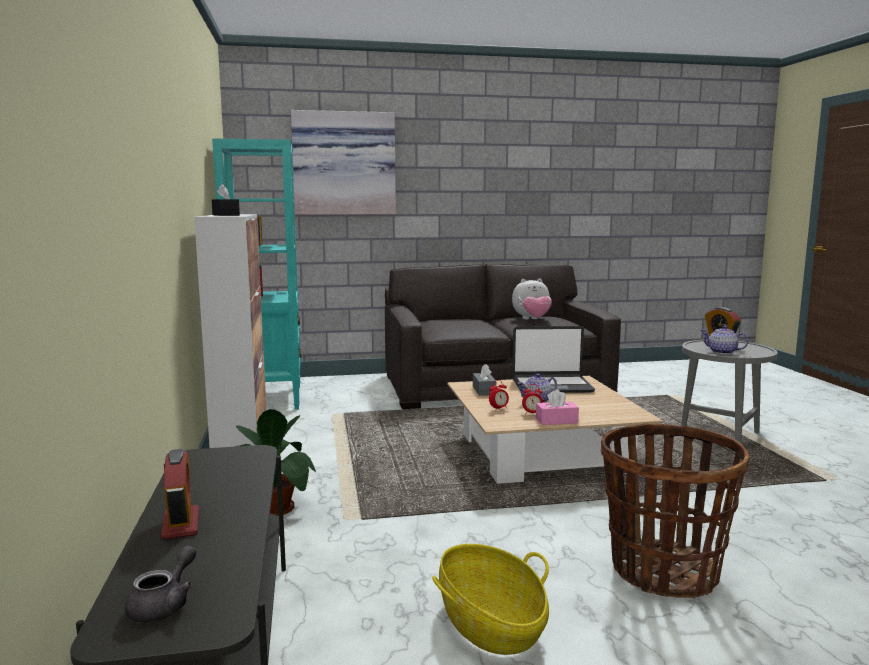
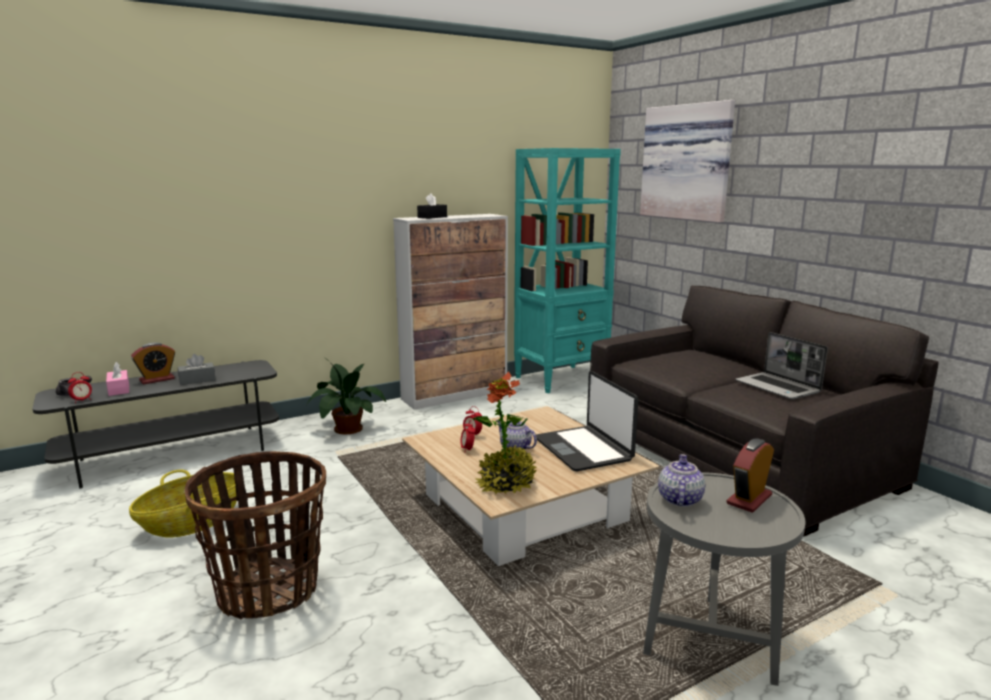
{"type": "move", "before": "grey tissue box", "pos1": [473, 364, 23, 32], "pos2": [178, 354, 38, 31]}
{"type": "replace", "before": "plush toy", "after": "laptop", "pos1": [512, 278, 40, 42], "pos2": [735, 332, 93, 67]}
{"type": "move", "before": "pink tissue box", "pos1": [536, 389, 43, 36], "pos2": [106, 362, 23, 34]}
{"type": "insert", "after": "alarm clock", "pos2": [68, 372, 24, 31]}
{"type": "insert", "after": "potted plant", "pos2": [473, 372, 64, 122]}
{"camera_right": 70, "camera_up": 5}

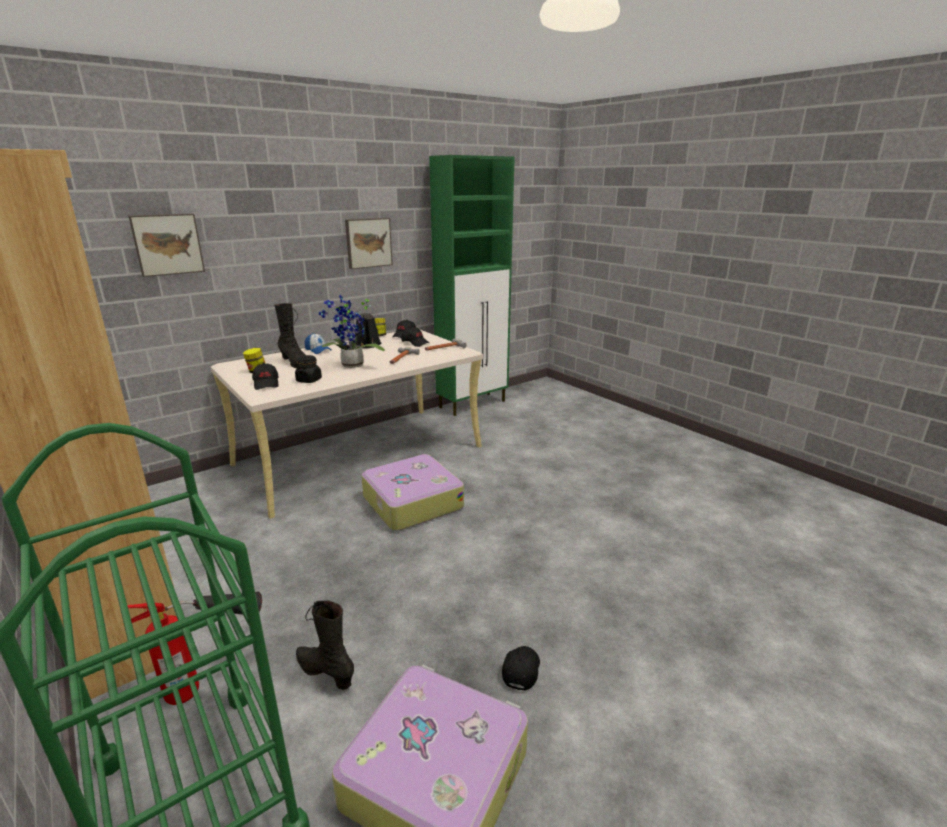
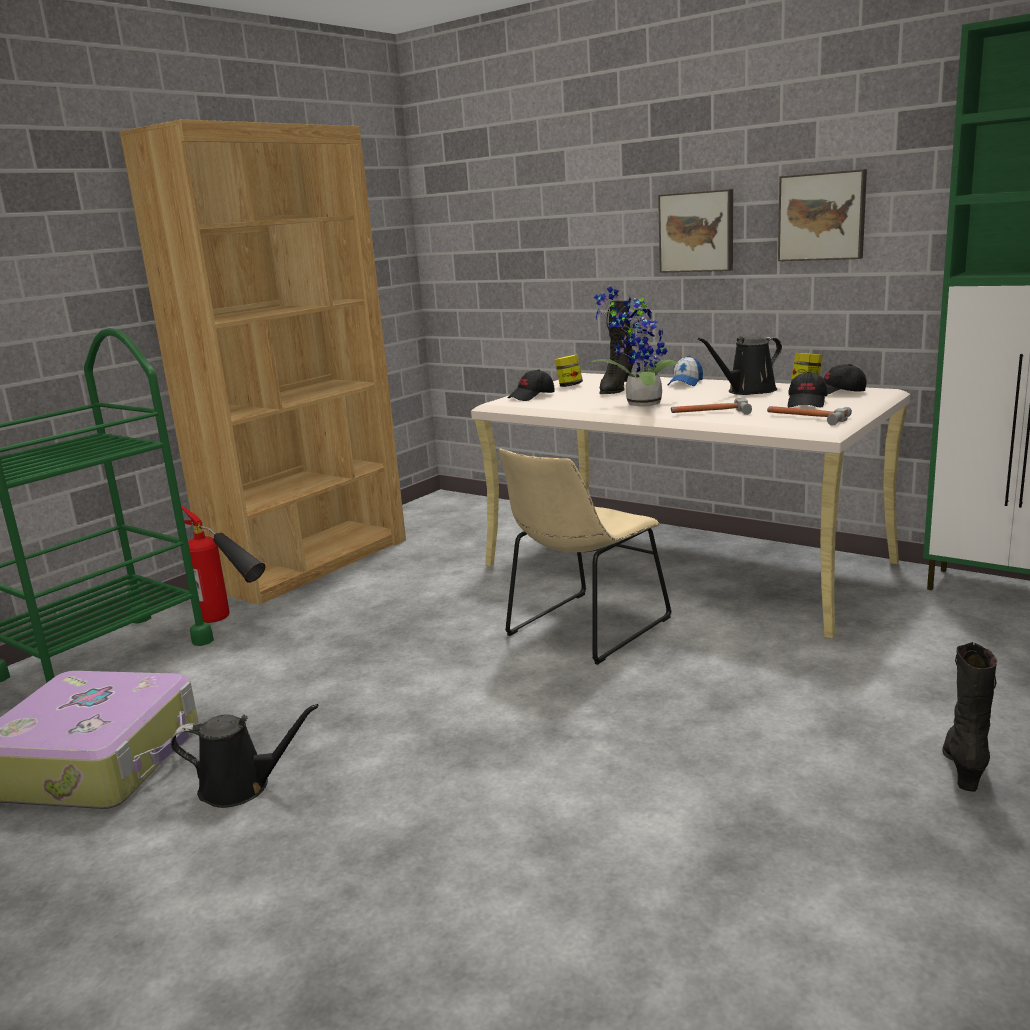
{"type": "move", "before": "picture", "pos1": [129, 213, 76, 64], "pos2": [658, 189, 75, 84]}
{"type": "delete", "before": "black jar", "pos1": [295, 355, 27, 28]}
{"type": "move", "before": "black boot", "pos1": [296, 600, 58, 90], "pos2": [942, 642, 55, 150]}
{"type": "replace", "before": "suitcase", "after": "beige chair", "pos1": [361, 454, 103, 77], "pos2": [499, 448, 173, 217]}
{"type": "replace", "before": "black cap", "after": "black watering can", "pos1": [502, 646, 38, 45], "pos2": [170, 704, 149, 104]}
{"camera_right": 75, "camera_up": -5}

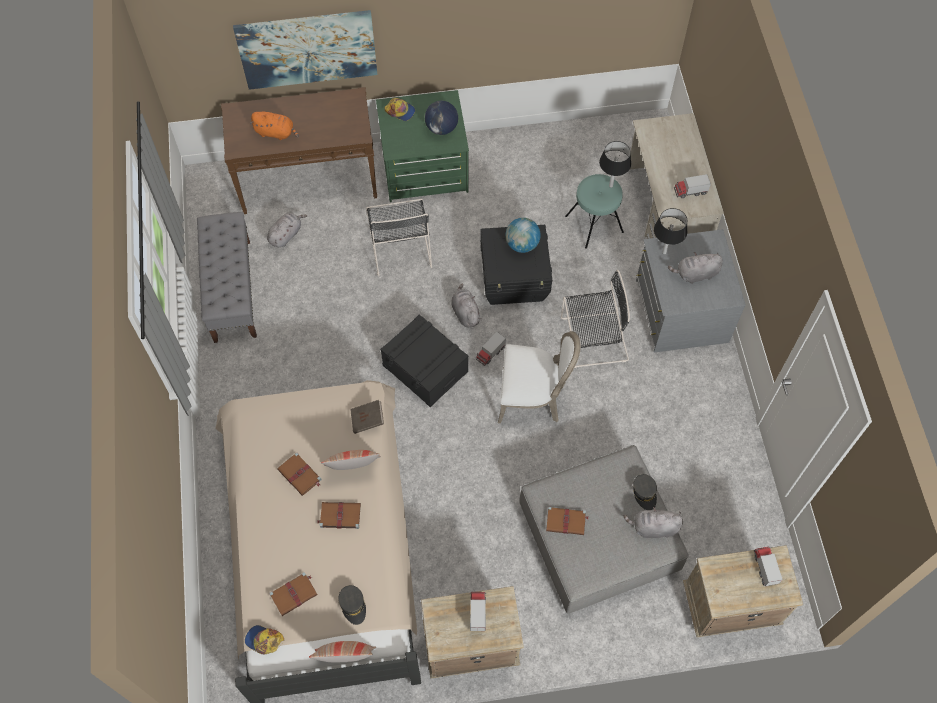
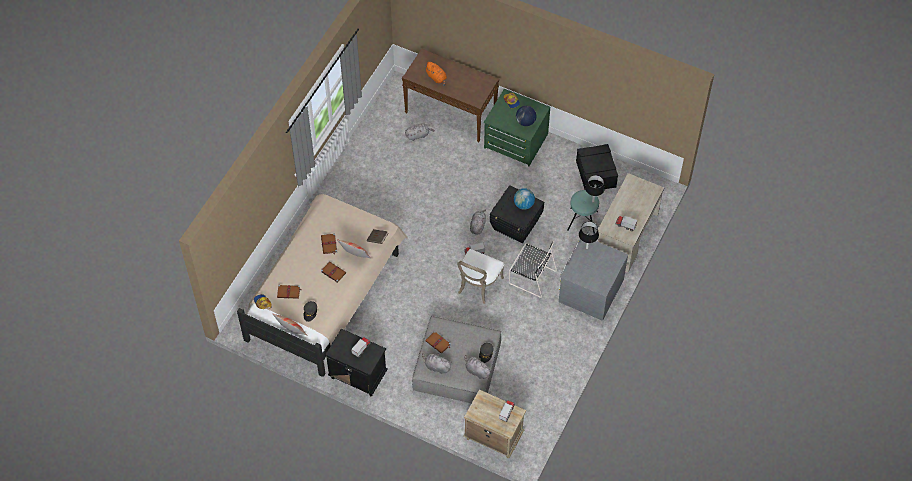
{"type": "delete", "before": "grey bench", "pos1": [197, 212, 60, 131]}
{"type": "delete", "before": "picture", "pos1": [233, 10, 144, 80]}
{"type": "delete", "before": "black chair", "pos1": [366, 199, 66, 77]}
{"type": "move", "before": "black storage box", "pos1": [380, 315, 89, 92], "pos2": [576, 144, 42, 46]}
{"type": "recolor", "before": "beige nightstand", "after": "black nightstand", "pos1": [421, 586, 103, 93], "pos2": [325, 328, 63, 69]}
{"type": "rotate", "before": "white chair", "pos1": [498, 331, 83, 92], "pos2": [457, 249, 47, 55], "turn": 75}
{"type": "move", "before": "grey plush toy", "pos1": [668, 252, 55, 32], "pos2": [422, 353, 30, 21]}
{"camera_right": 35, "camera_up": -5}

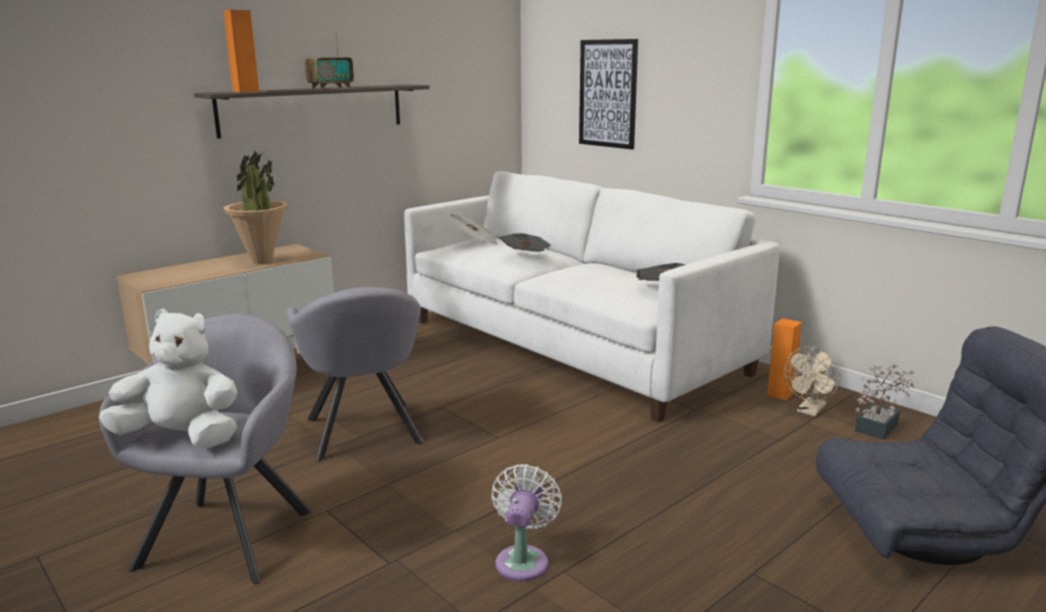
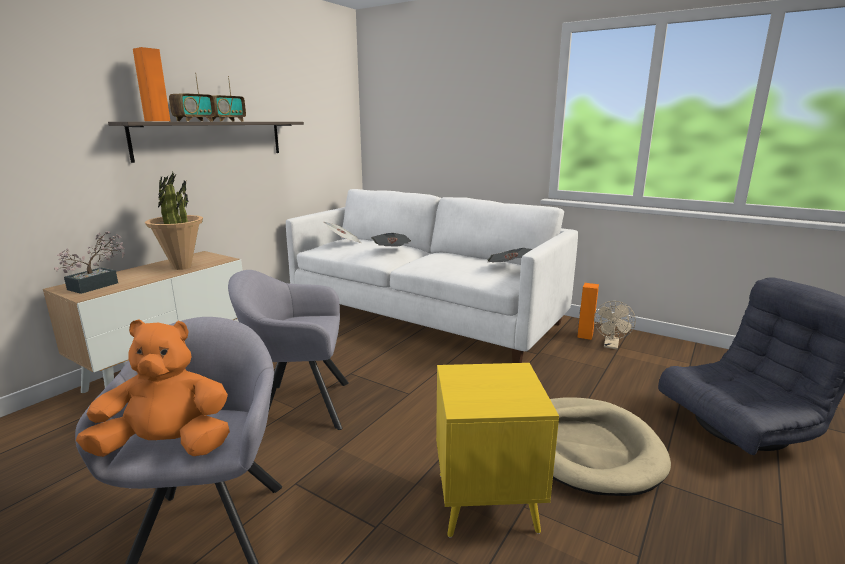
{"type": "recolor", "before": "white plush toy", "after": "orange plush toy", "pos1": [99, 309, 138, 139], "pos2": [75, 319, 155, 138]}
{"type": "rotate", "before": "grey armchair", "pos1": [286, 287, 138, 175], "pos2": [228, 270, 121, 160], "turn": 120}
{"type": "replace", "before": "white fan", "after": "yellow side table", "pos1": [491, 464, 71, 117], "pos2": [436, 363, 123, 175]}
{"type": "delete", "before": "picture", "pos1": [579, 39, 59, 110]}
{"type": "move", "before": "potted plant", "pos1": [855, 364, 60, 76], "pos2": [54, 231, 71, 63]}
{"type": "insert", "after": "radio", "pos2": [169, 73, 46, 48]}
{"type": "insert", "after": "beige dog bed", "pos2": [550, 397, 121, 99]}
{"camera_right": -15, "camera_up": 0}

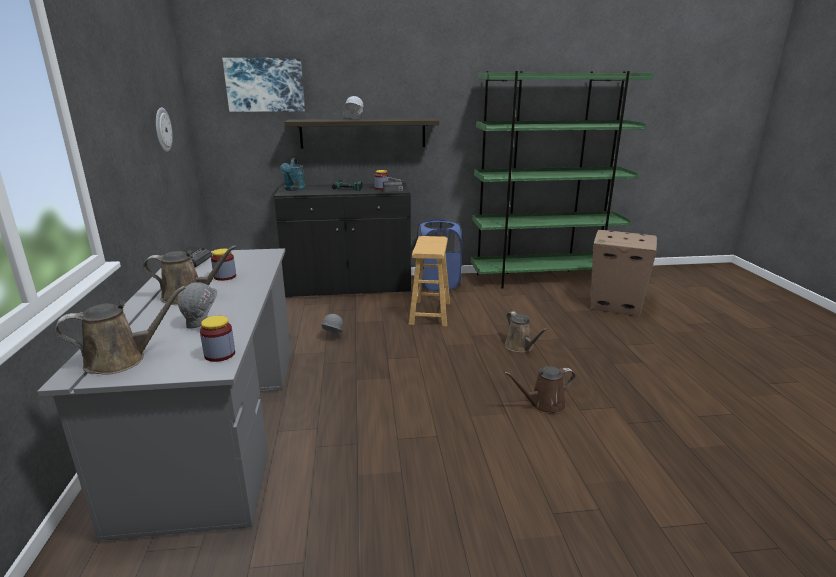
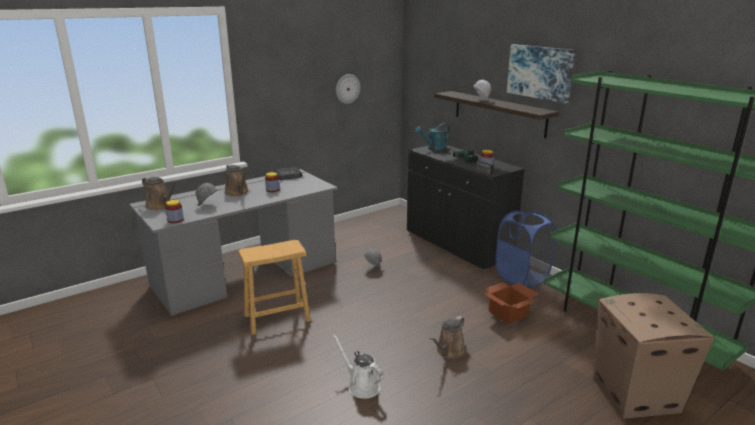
{"type": "move", "before": "picture", "pos1": [222, 58, 83, 54], "pos2": [507, 44, 68, 59]}
{"type": "move", "before": "brown stool", "pos1": [409, 236, 41, 91], "pos2": [238, 240, 73, 95]}
{"type": "recolor", "before": "brown watering can", "after": "white watering can", "pos1": [504, 366, 72, 48], "pos2": [332, 334, 52, 65]}
{"type": "insert", "after": "cardboard box", "pos2": [481, 282, 58, 42]}
{"camera_right": 60, "camera_up": 0}

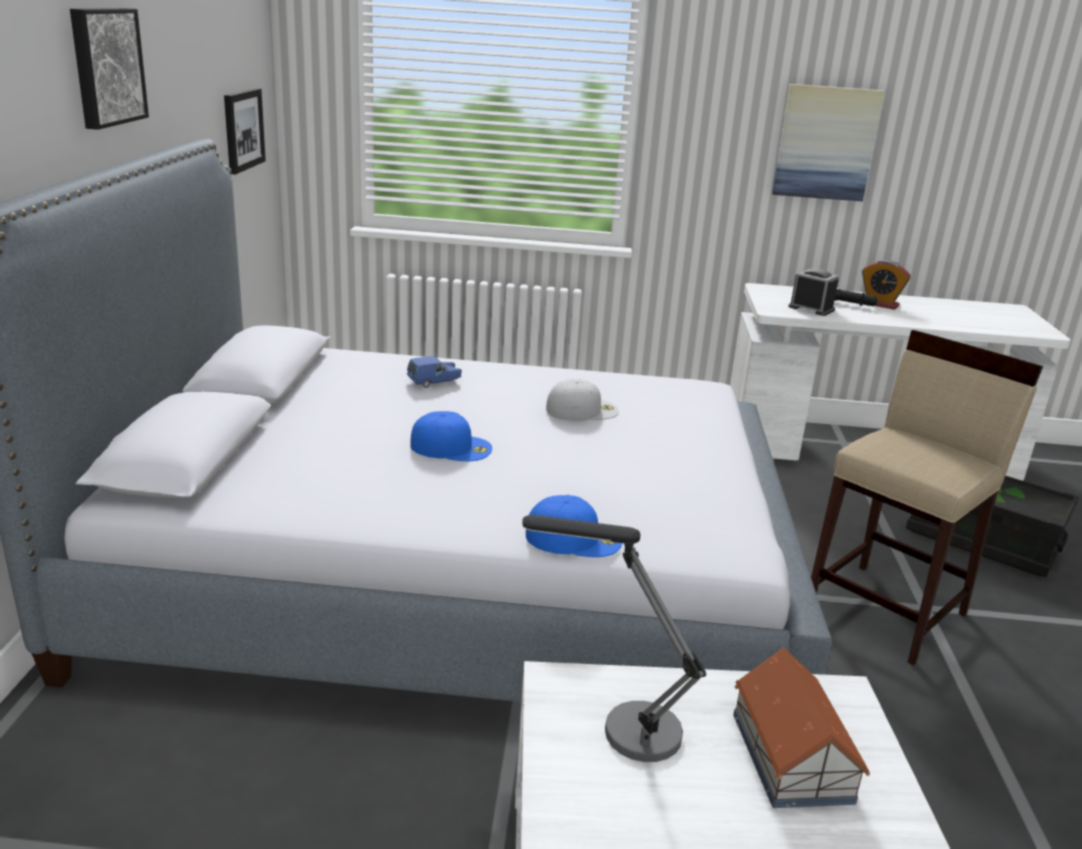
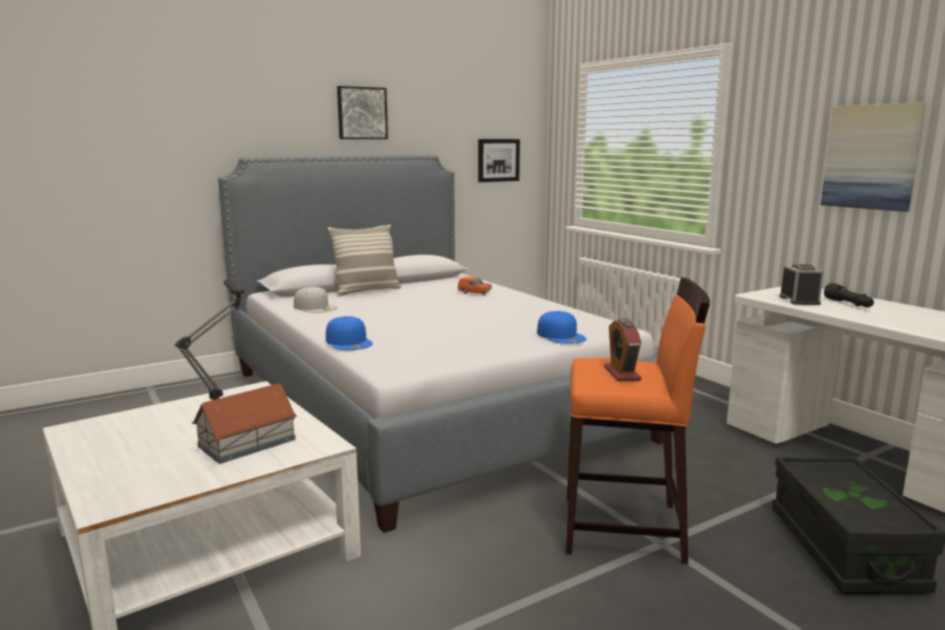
{"type": "recolor", "before": "blue toy car", "after": "orange toy car", "pos1": [407, 356, 55, 32], "pos2": [458, 277, 34, 18]}
{"type": "move", "before": "blue cap", "pos1": [410, 411, 82, 50], "pos2": [537, 311, 49, 33]}
{"type": "move", "before": "white cap", "pos1": [546, 379, 73, 42], "pos2": [294, 287, 44, 26]}
{"type": "recolor", "before": "beige stool", "after": "orange stool", "pos1": [811, 330, 232, 336], "pos2": [566, 277, 144, 287]}
{"type": "move", "before": "alarm clock", "pos1": [862, 260, 49, 50], "pos2": [604, 318, 38, 63]}
{"type": "insert", "after": "pillow", "pos2": [328, 224, 73, 73]}
{"camera_right": 55, "camera_up": -10}

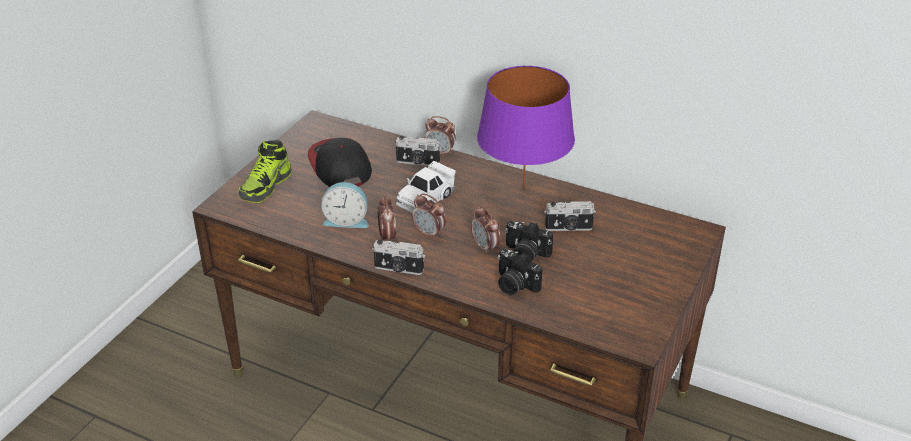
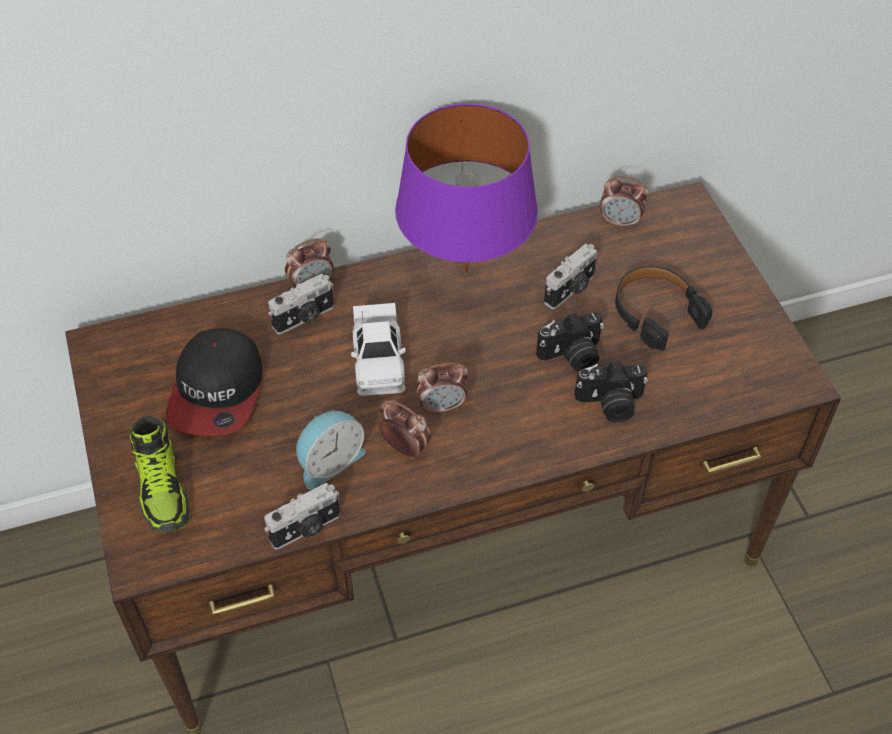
{"type": "rotate", "before": "cap", "pos1": [308, 138, 64, 49], "pos2": [166, 328, 96, 108], "turn": -105}
{"type": "move", "before": "photo camera", "pos1": [372, 240, 53, 35], "pos2": [264, 482, 76, 67]}
{"type": "move", "before": "alarm clock", "pos1": [471, 206, 30, 49], "pos2": [600, 176, 49, 53]}
{"type": "insert", "after": "black headphones", "pos2": [615, 266, 97, 85]}
{"camera_right": -45, "camera_up": 15}

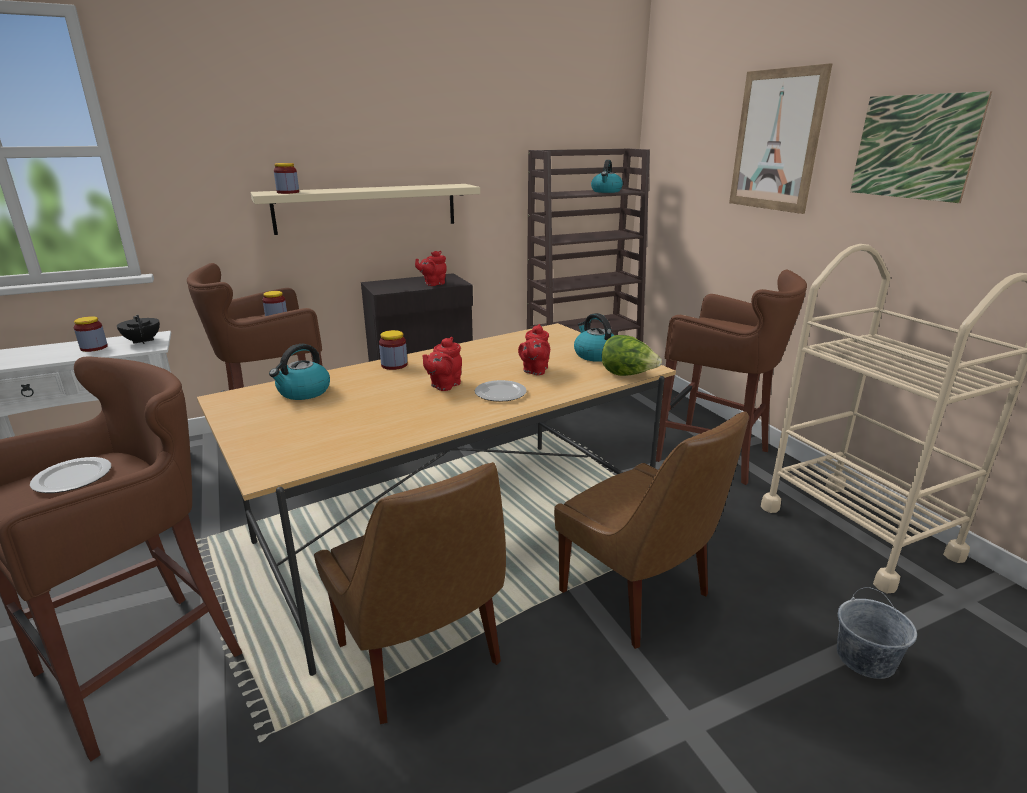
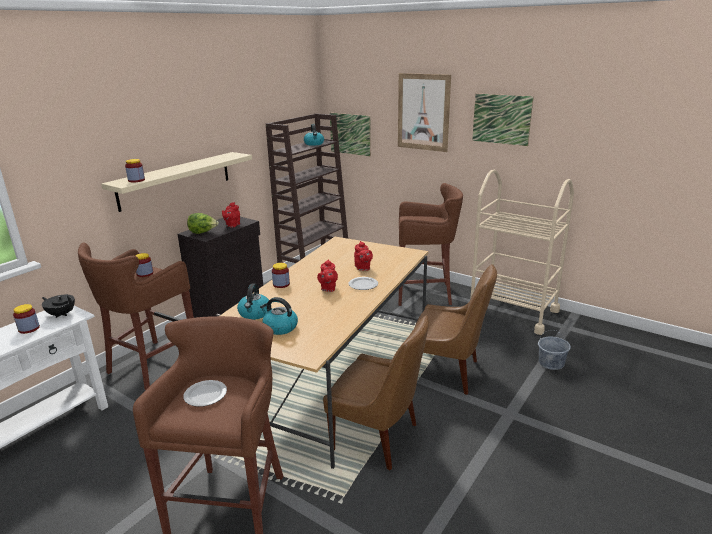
{"type": "move", "before": "kettle", "pos1": [574, 313, 40, 49], "pos2": [260, 297, 38, 38]}
{"type": "move", "before": "lettuce", "pos1": [602, 335, 60, 41], "pos2": [187, 213, 32, 21]}
{"type": "insert", "after": "picture", "pos2": [330, 113, 41, 43]}
{"camera_right": -30, "camera_up": 0}

